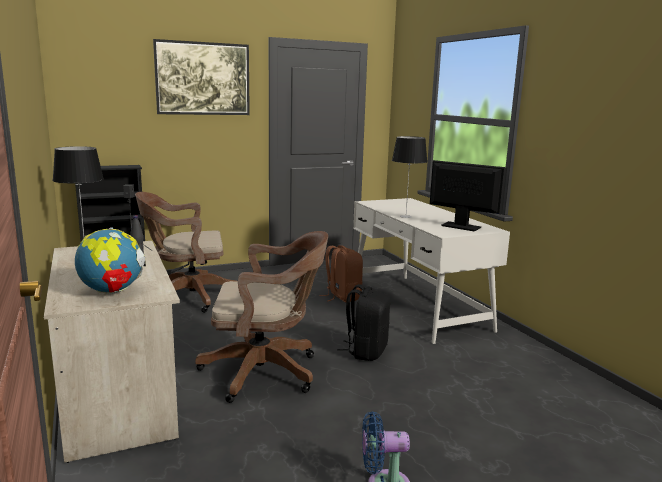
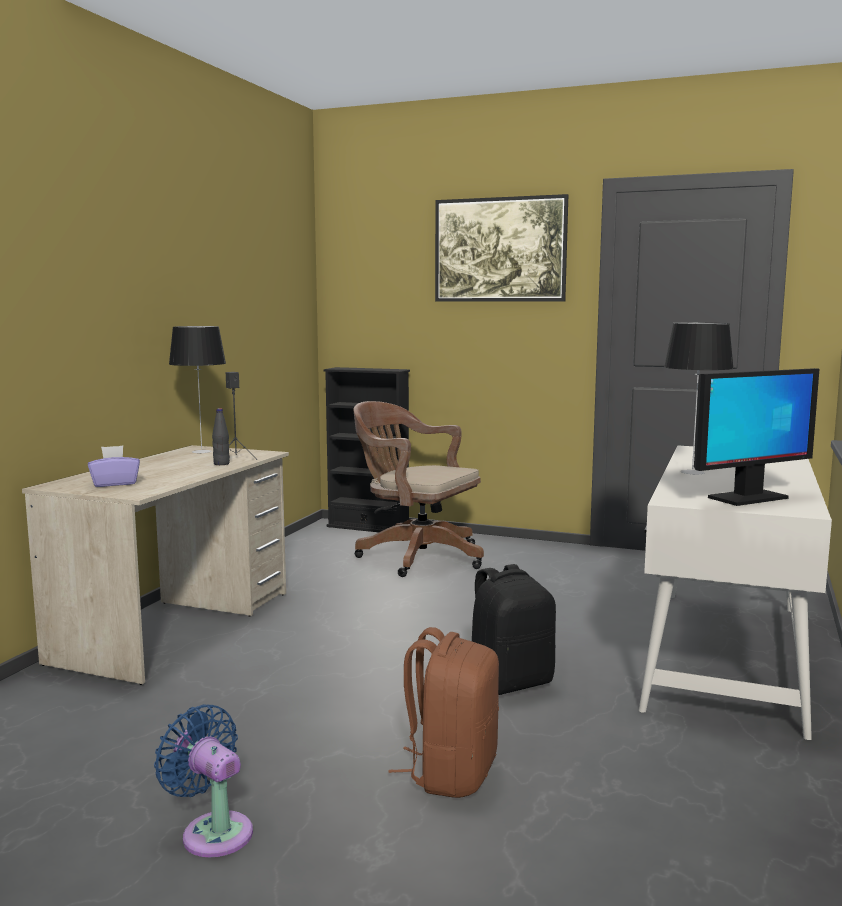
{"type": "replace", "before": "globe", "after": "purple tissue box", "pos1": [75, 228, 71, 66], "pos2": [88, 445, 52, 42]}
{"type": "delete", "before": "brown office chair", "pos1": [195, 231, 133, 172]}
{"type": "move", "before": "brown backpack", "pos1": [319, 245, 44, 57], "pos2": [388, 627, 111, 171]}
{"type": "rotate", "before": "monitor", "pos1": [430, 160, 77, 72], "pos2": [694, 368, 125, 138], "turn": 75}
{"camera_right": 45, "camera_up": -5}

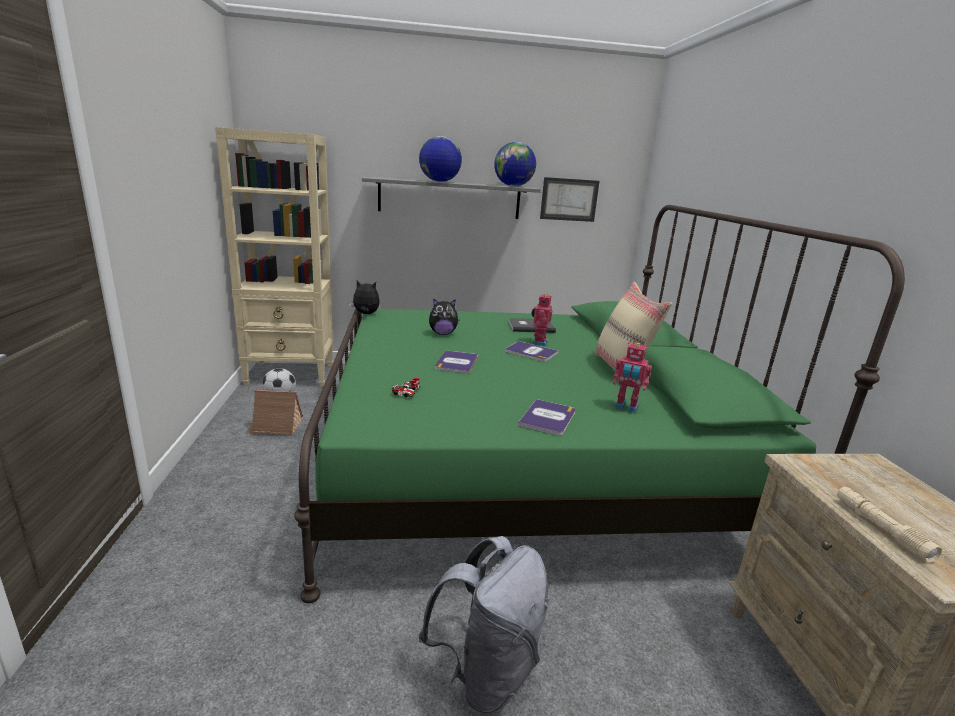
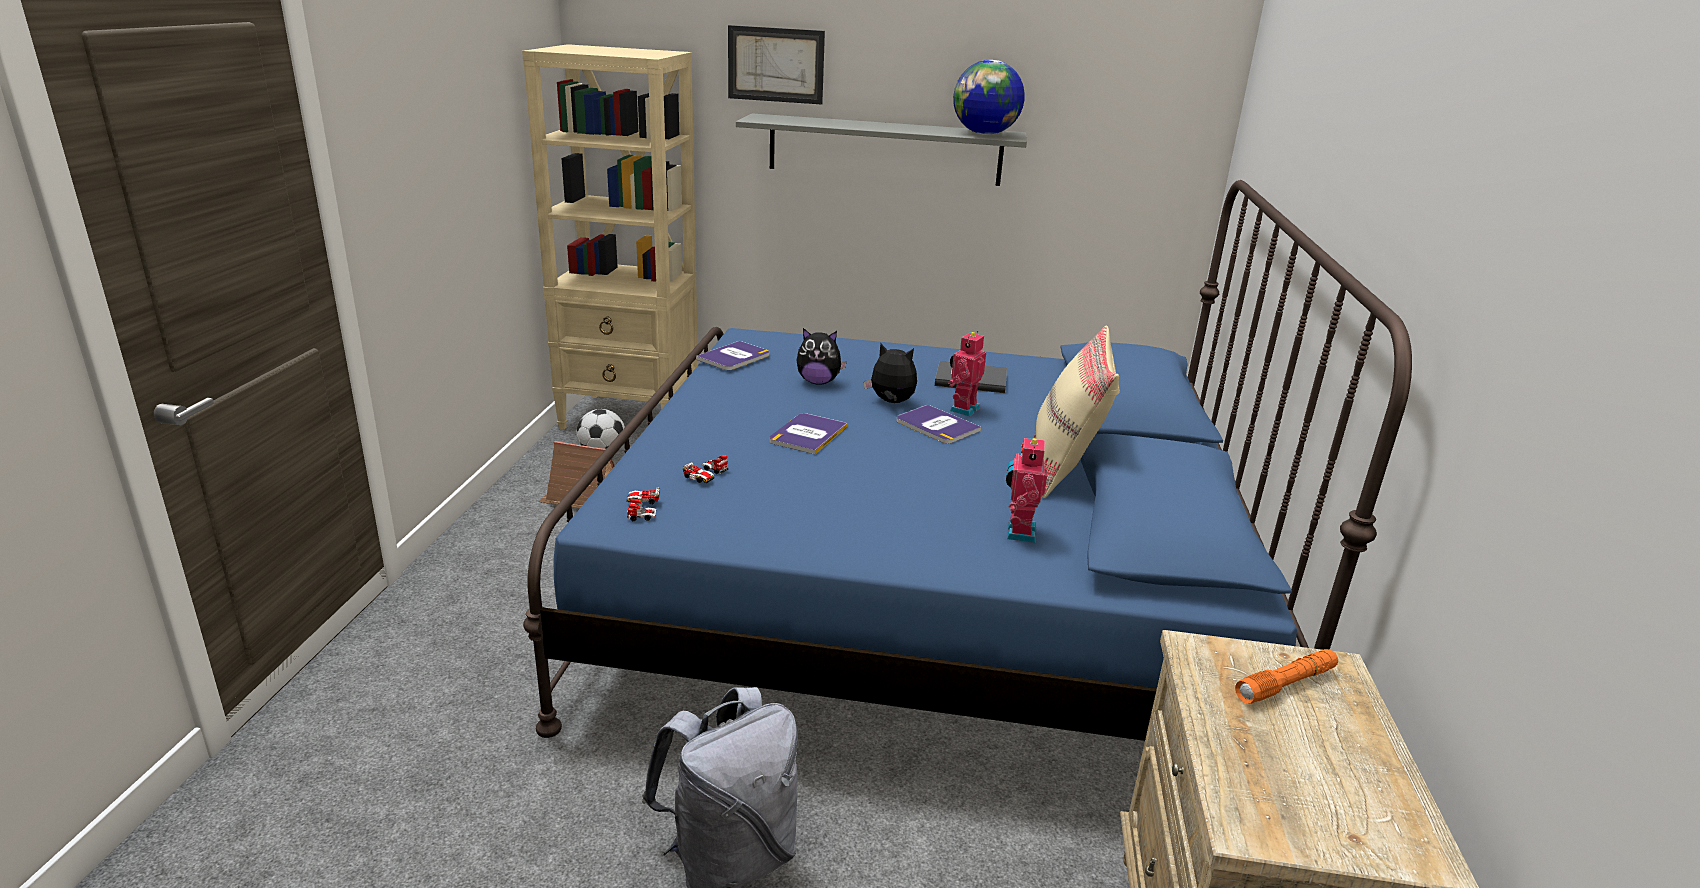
{"type": "recolor", "before": "green bed", "after": "blue bed", "pos1": [294, 205, 611, 398], "pos2": [523, 180, 889, 561]}
{"type": "move", "before": "plush toy", "pos1": [349, 281, 31, 33], "pos2": [864, 343, 53, 60]}
{"type": "delete", "before": "globe", "pos1": [419, 136, 43, 46]}
{"type": "move", "before": "book", "pos1": [518, 399, 57, 37], "pos2": [696, 341, 74, 29]}
{"type": "move", "before": "picture", "pos1": [540, 177, 60, 45], "pos2": [728, 25, 97, 80]}
{"type": "rotate", "before": "toy robot", "pos1": [613, 342, 39, 71], "pos2": [1006, 435, 41, 108], "turn": 60}
{"type": "delete", "before": "beige flashlight", "pos1": [837, 487, 105, 75]}
{"type": "insert", "after": "toy car", "pos2": [626, 488, 34, 33]}
{"type": "insert", "after": "orange flashlight", "pos2": [1235, 649, 103, 55]}
{"camera_right": 15, "camera_up": 5}

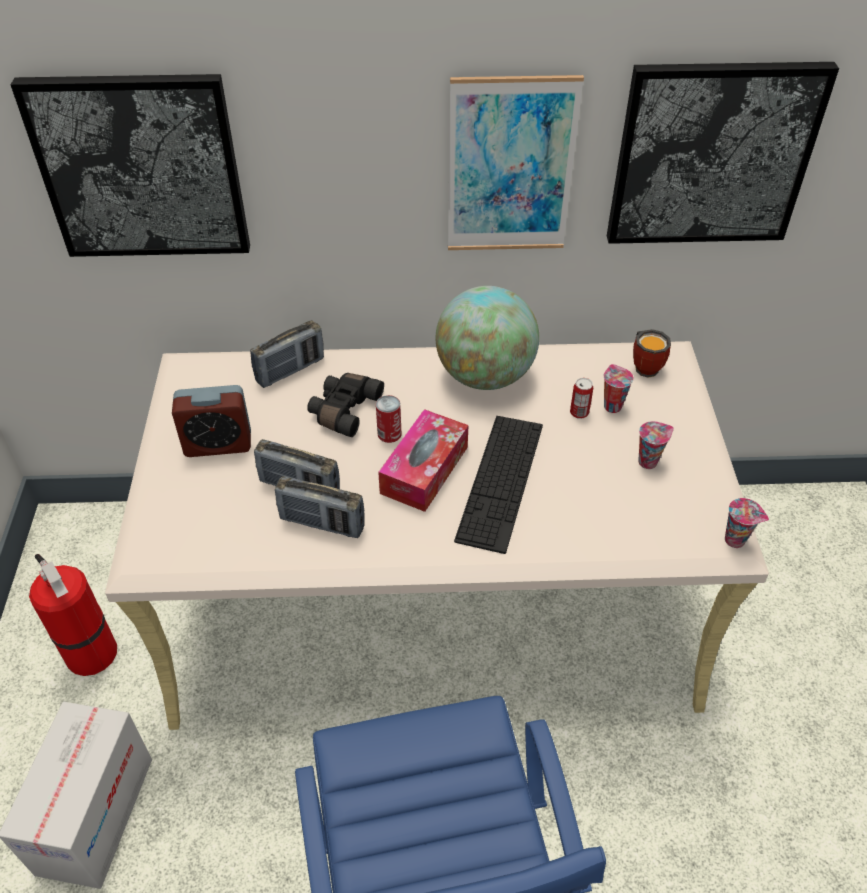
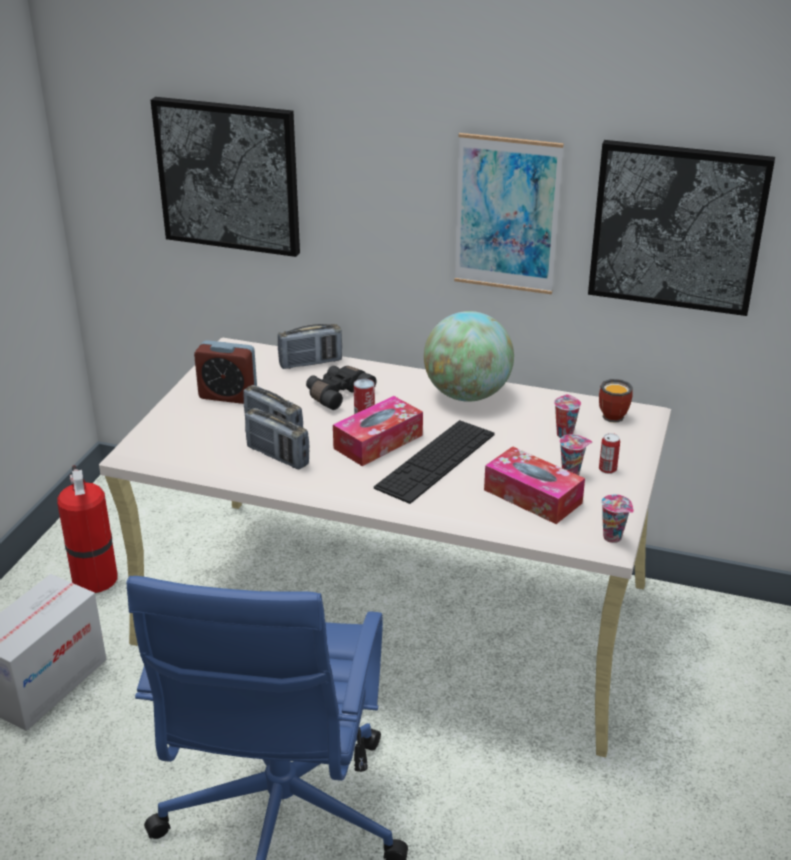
{"type": "move", "before": "can", "pos1": [570, 378, 23, 41], "pos2": [599, 433, 21, 41]}
{"type": "insert", "after": "tissue box", "pos2": [484, 446, 101, 78]}
{"camera_right": 20, "camera_up": -15}

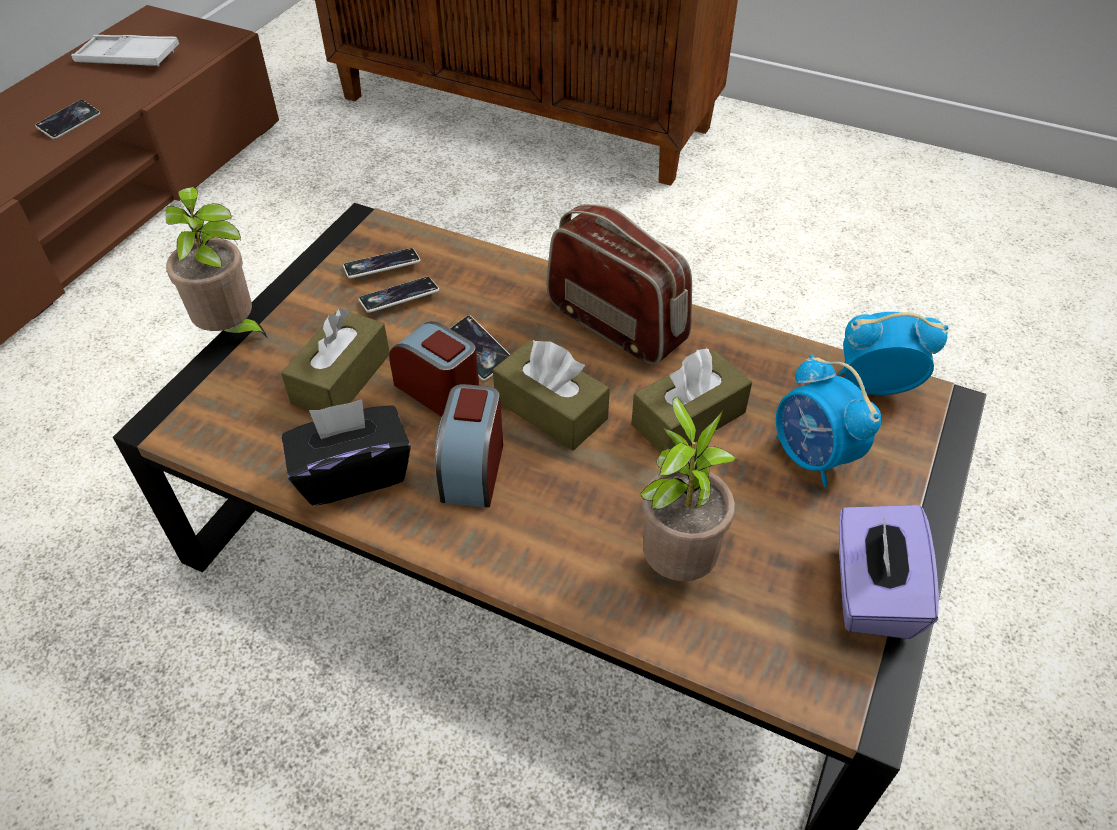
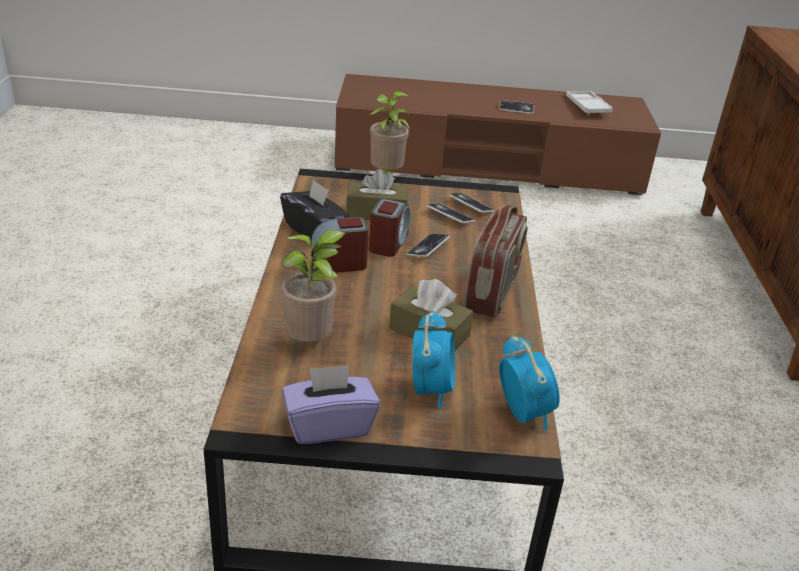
{"type": "delete", "before": "brown tissue box", "pos1": [493, 340, 117, 111]}
{"type": "rotate", "before": "alarm clock", "pos1": [776, 354, 106, 133], "pos2": [412, 310, 43, 99], "turn": 150}
{"camera_right": 65, "camera_up": -15}

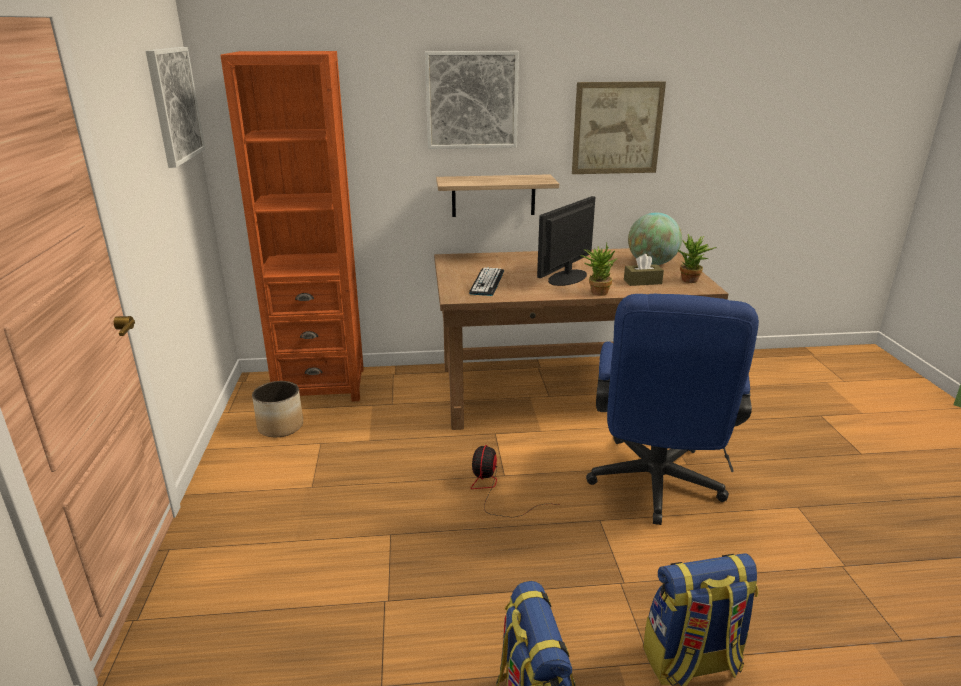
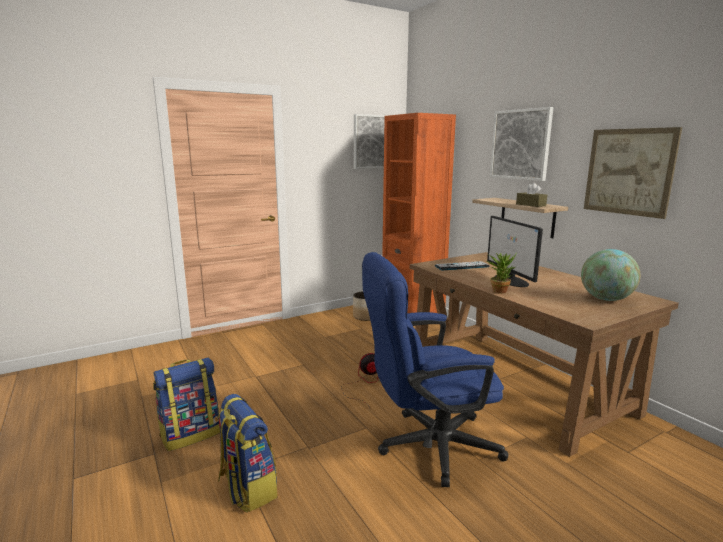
{"type": "rotate", "before": "monitor", "pos1": [537, 196, 58, 90], "pos2": [487, 216, 56, 71], "turn": -120}
{"type": "move", "before": "brown tissue box", "pos1": [624, 254, 40, 32], "pos2": [516, 183, 31, 24]}
{"type": "delete", "before": "potted plant", "pos1": [678, 234, 39, 49]}
{"camera_right": 65, "camera_up": -10}

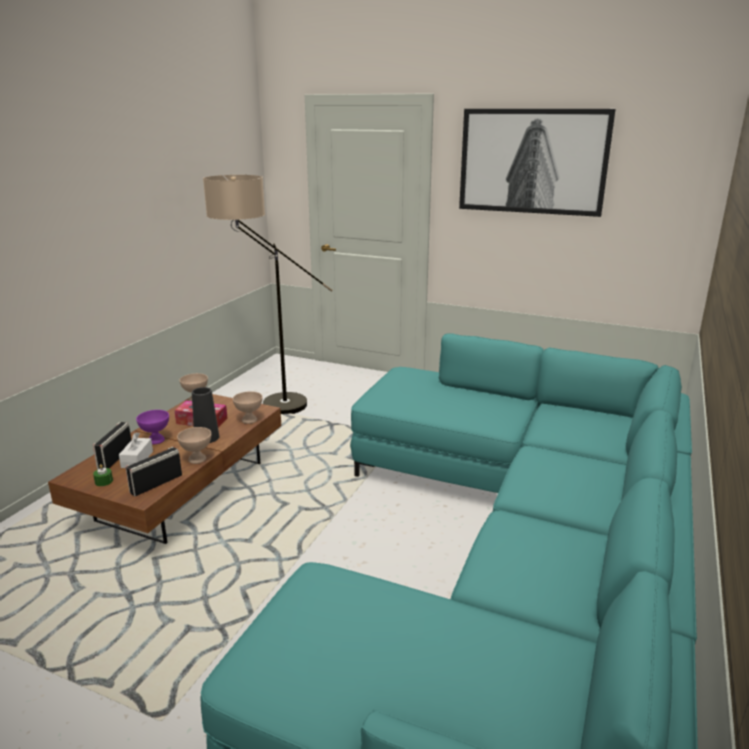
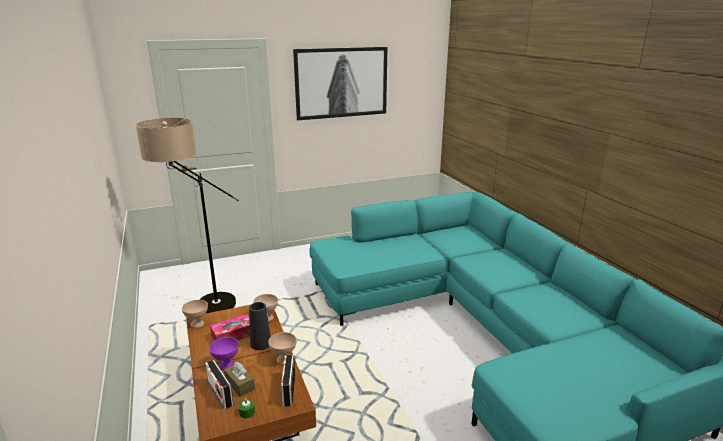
{"type": "recolor", "before": "white tissue box", "after": "brown tissue box", "pos1": [119, 432, 34, 36], "pos2": [224, 362, 31, 35]}
{"camera_right": -45, "camera_up": 0}

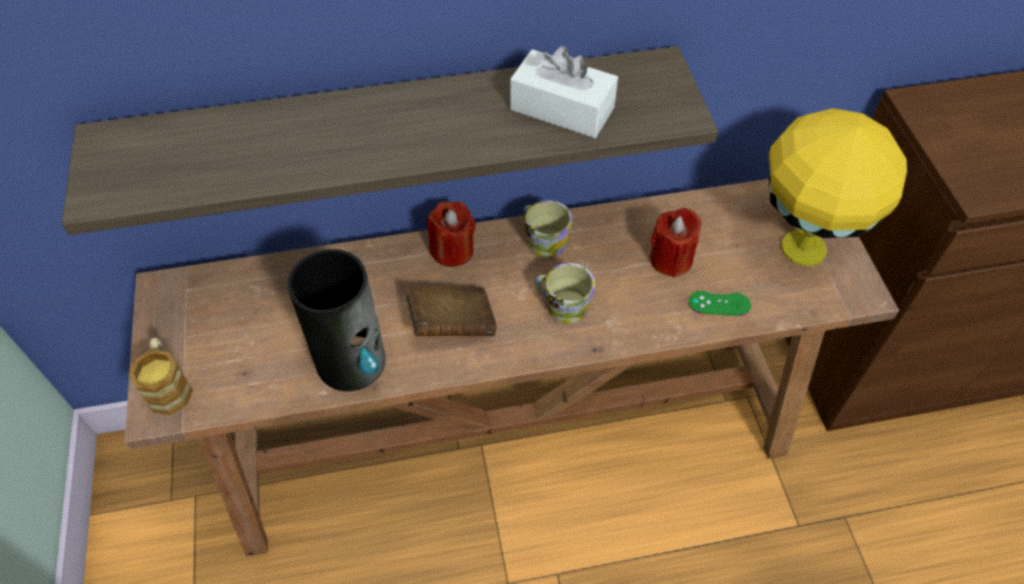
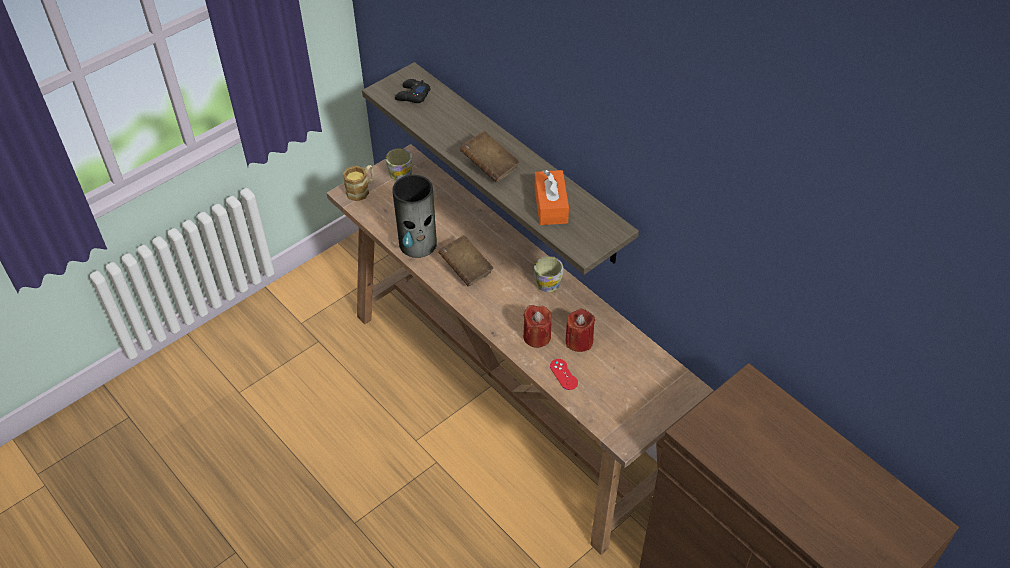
{"type": "move", "before": "red candle", "pos1": [427, 201, 49, 66], "pos2": [523, 305, 29, 43]}
{"type": "recolor", "before": "white tissue box", "after": "orange tissue box", "pos1": [510, 46, 108, 92], "pos2": [535, 170, 34, 55]}
{"type": "move", "before": "mug", "pos1": [534, 263, 61, 60], "pos2": [386, 148, 27, 33]}
{"type": "recolor", "before": "green game controller", "after": "red game controller", "pos1": [689, 291, 62, 25], "pos2": [550, 359, 28, 31]}
{"type": "delete", "before": "yellow table lamp", "pos1": [769, 108, 138, 158]}
{"type": "insert", "after": "black game controller", "pos2": [395, 79, 36, 24]}
{"type": "insert", "after": "brown book", "pos2": [460, 131, 60, 51]}
{"camera_right": 60, "camera_up": -5}

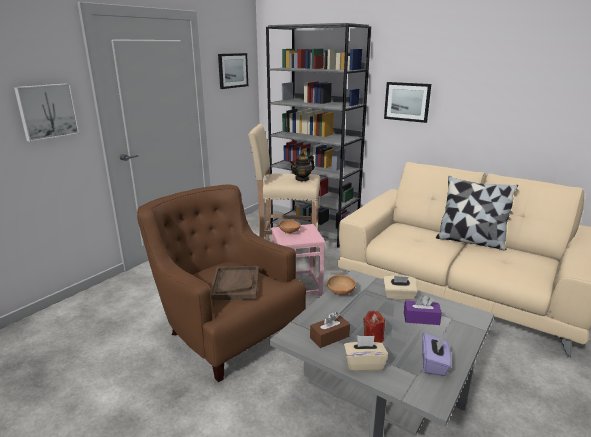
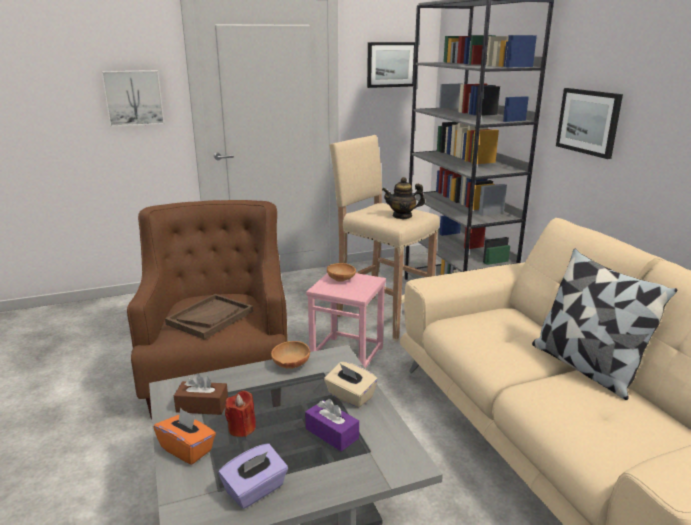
{"type": "recolor", "before": "beige tissue box", "after": "orange tissue box", "pos1": [344, 335, 44, 36], "pos2": [154, 408, 62, 57]}
{"camera_right": 35, "camera_up": 0}

